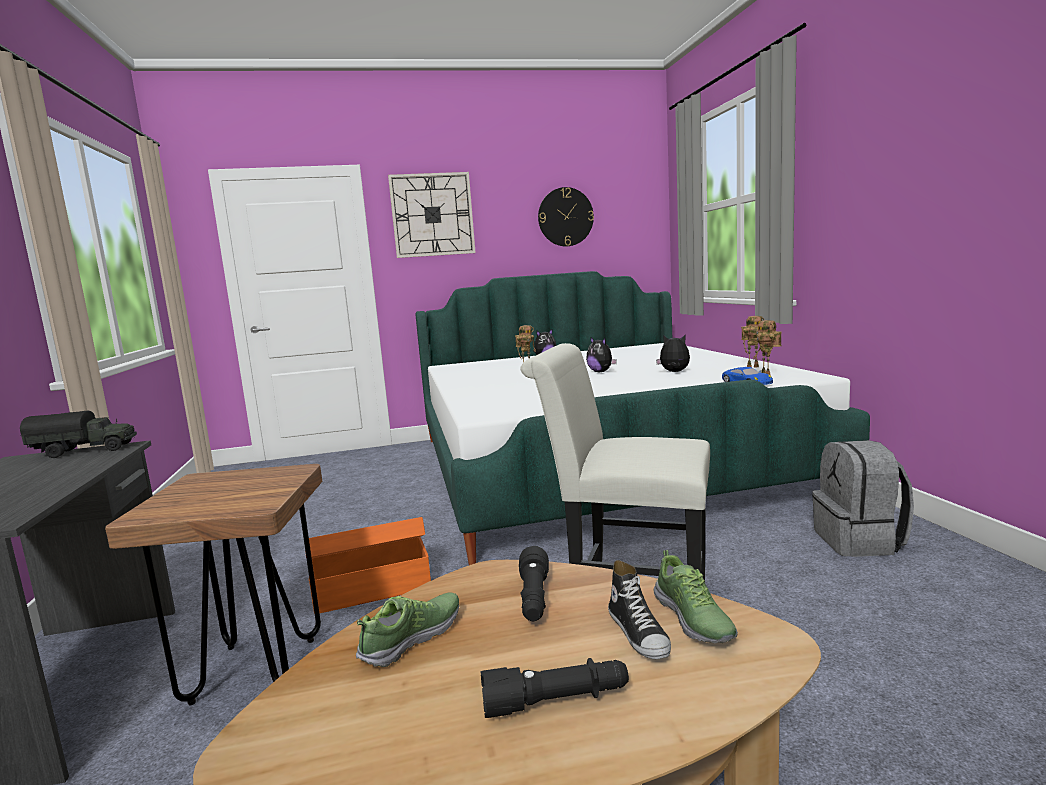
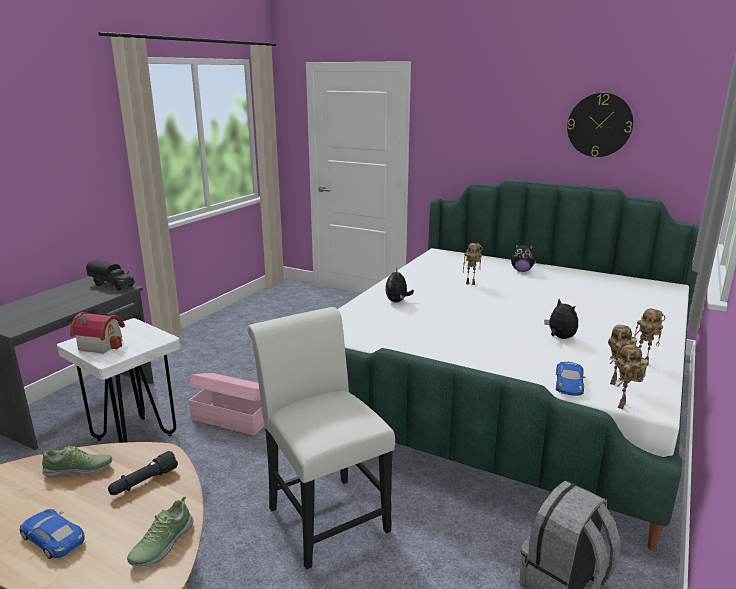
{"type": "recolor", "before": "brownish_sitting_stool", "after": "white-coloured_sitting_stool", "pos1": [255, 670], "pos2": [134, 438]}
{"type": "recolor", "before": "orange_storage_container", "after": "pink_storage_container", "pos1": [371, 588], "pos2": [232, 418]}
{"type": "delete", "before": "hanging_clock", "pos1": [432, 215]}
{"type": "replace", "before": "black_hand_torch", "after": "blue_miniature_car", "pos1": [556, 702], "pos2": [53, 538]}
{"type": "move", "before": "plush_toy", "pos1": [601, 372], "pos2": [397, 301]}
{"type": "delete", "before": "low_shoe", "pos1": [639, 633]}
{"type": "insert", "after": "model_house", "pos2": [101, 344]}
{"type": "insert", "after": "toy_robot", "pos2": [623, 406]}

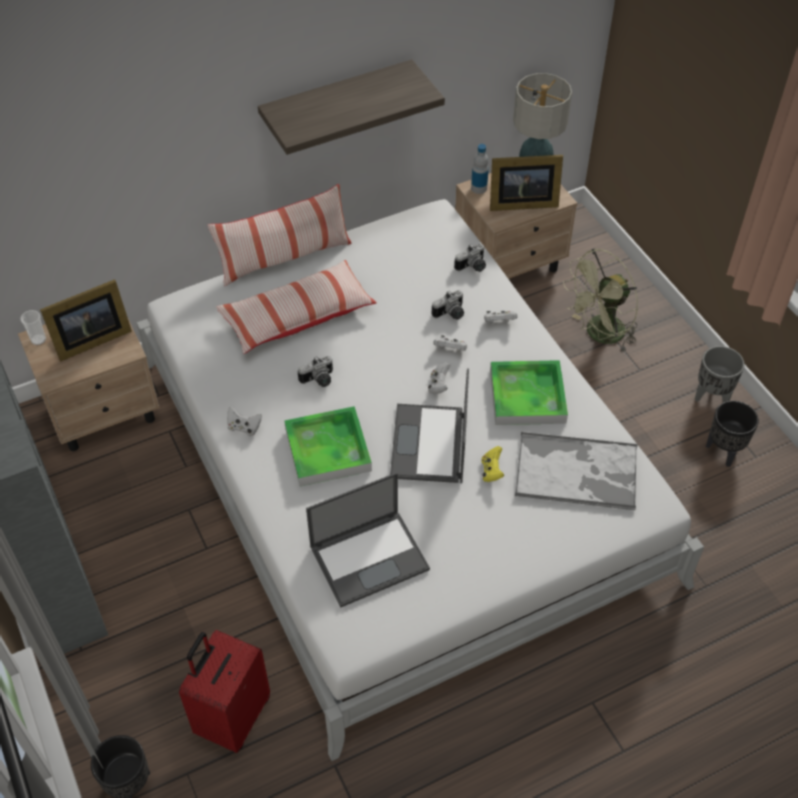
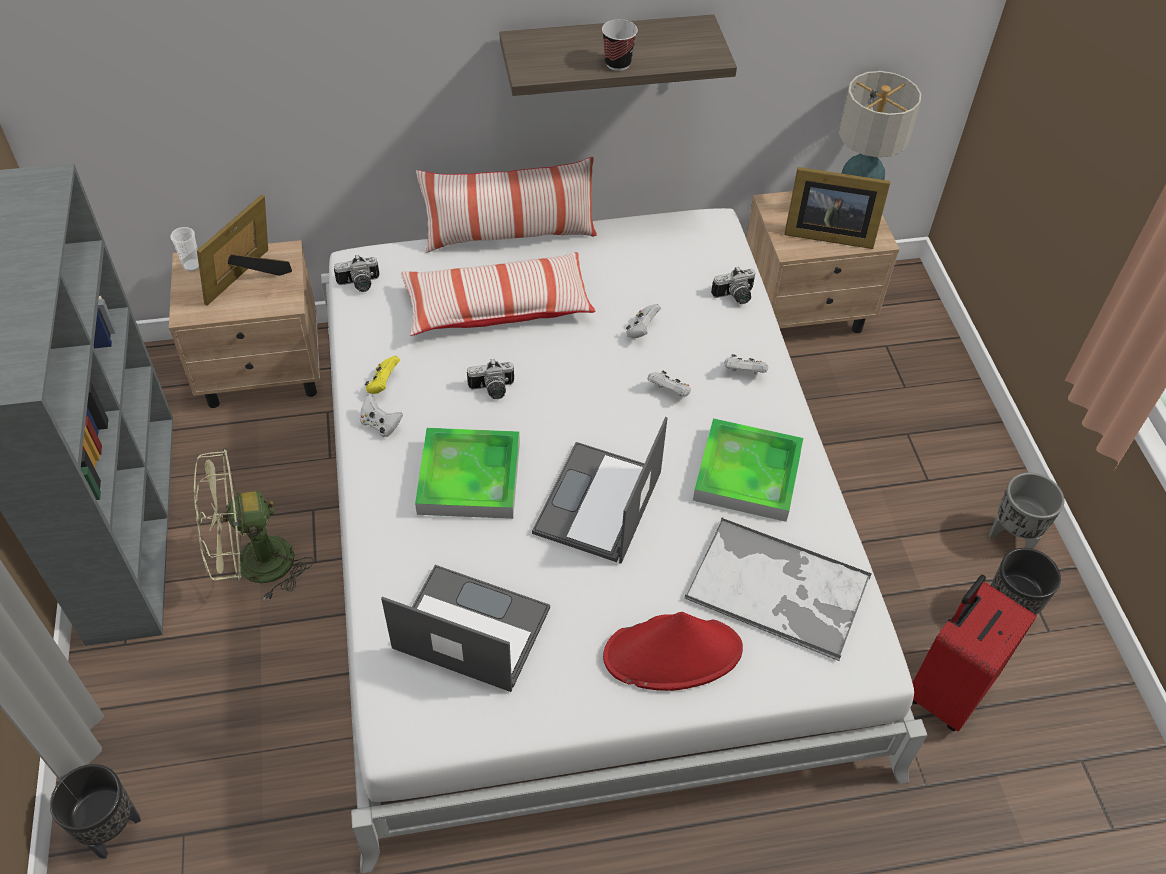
{"type": "rotate", "before": "photo_frame", "pos1": [89, 340], "pos2": [248, 279], "turn": 135}
{"type": "move", "before": "red-coloured_piece_of_luggage", "pos1": [232, 716], "pos2": [946, 690]}
{"type": "rotate", "before": "laptop", "pos1": [370, 557], "pos2": [469, 628], "turn": -150}
{"type": "move", "before": "white-coloured_joypad", "pos1": [438, 385], "pos2": [641, 330]}
{"type": "move", "before": "still_camera", "pos1": [450, 314], "pos2": [359, 284]}
{"type": "delete", "before": "drink_bottle", "pos1": [479, 188]}
{"type": "move", "before": "yellow_joypad", "pos1": [491, 471], "pos2": [383, 384]}
{"type": "move", "before": "greenish_electric_fan", "pos1": [599, 335], "pos2": [252, 566]}
{"type": "insert", "after": "small_cup", "pos2": [617, 63]}
{"type": "insert", "after": "red-coloured_wearable_hat", "pos2": [673, 653]}

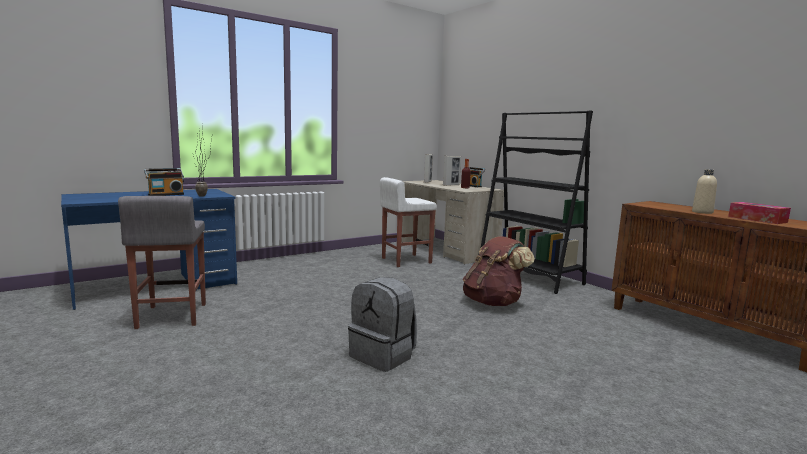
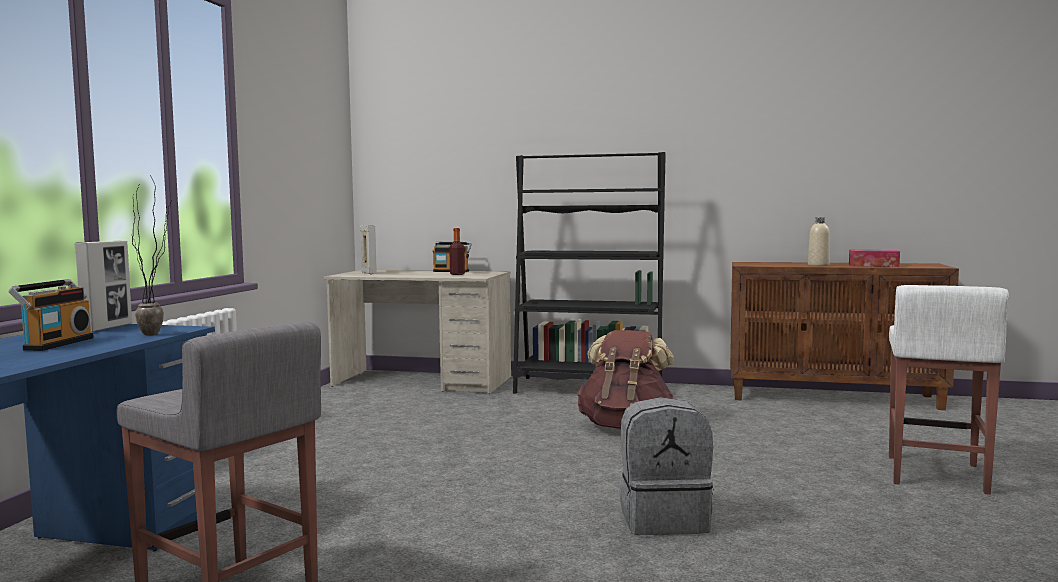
{"type": "move", "before": "white-coloured_sitting_stool", "pos1": [405, 260], "pos2": [935, 474]}
{"type": "move", "before": "photo_frame", "pos1": [451, 185], "pos2": [107, 328]}

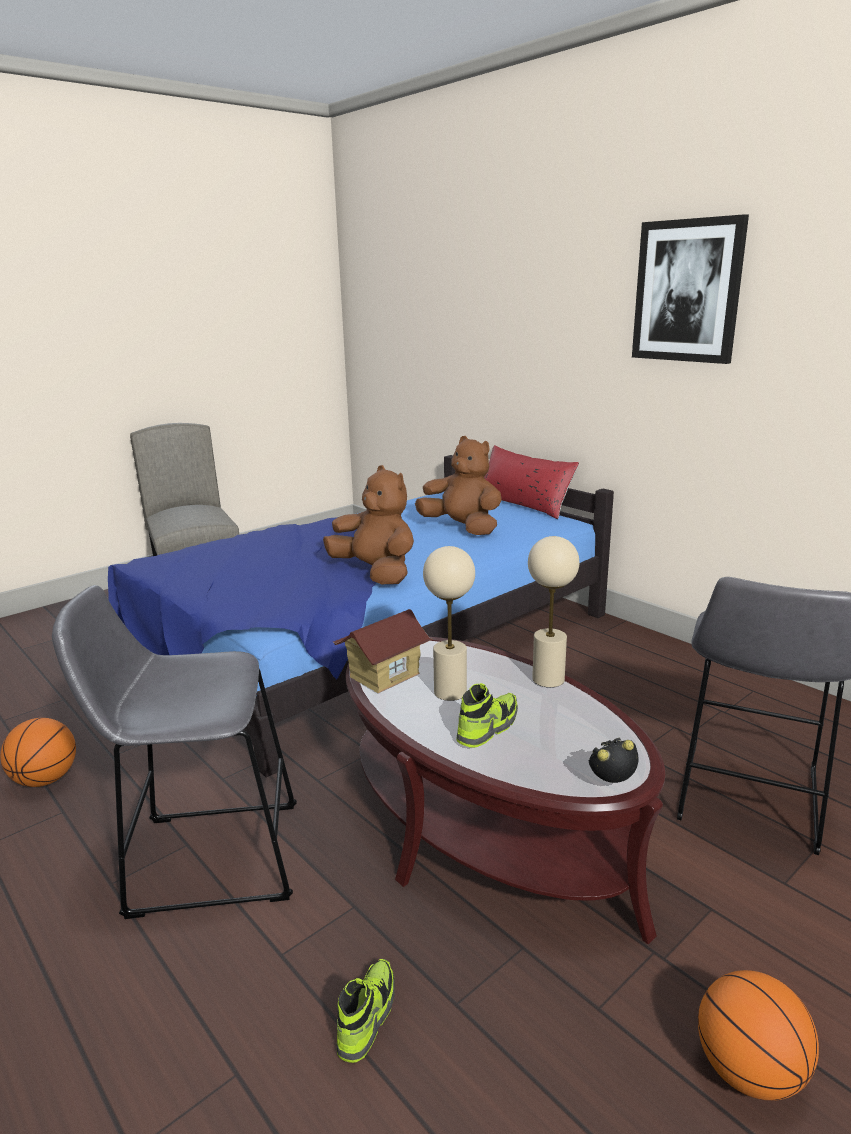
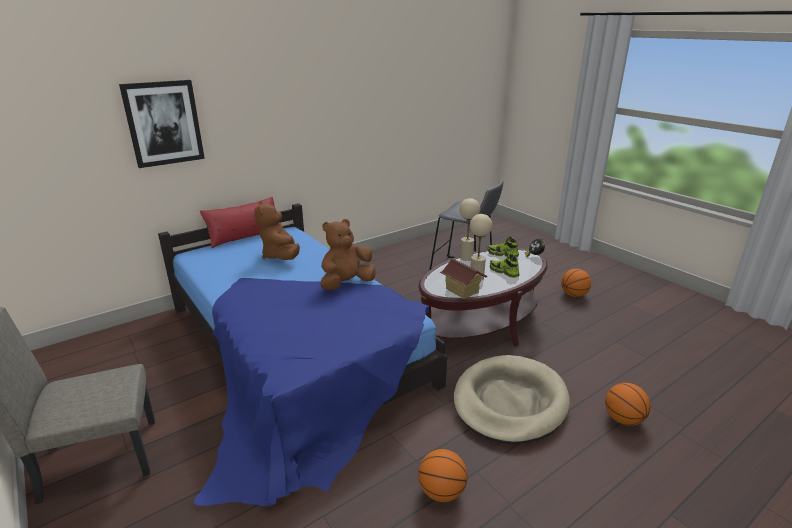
{"type": "replace", "before": "gray_sitting_stool", "after": "beige-coloured_dog_bed", "pos1": [205, 857], "pos2": [509, 402]}
{"type": "move", "before": "low_shoe", "pos1": [366, 1017], "pos2": [502, 254]}
{"type": "rotate", "before": "brownish_plush_toy", "pos1": [462, 528], "pos2": [280, 256], "turn": -60}
{"type": "move", "before": "wall_art", "pos1": [687, 291], "pos2": [164, 123]}
{"type": "insert", "after": "basketball_ball", "pos2": [623, 419]}

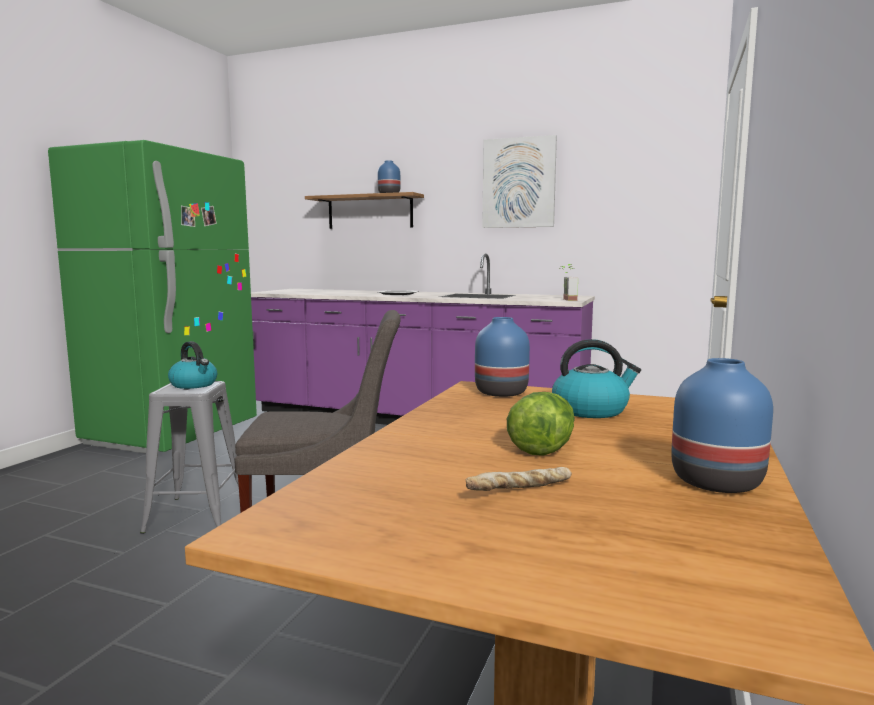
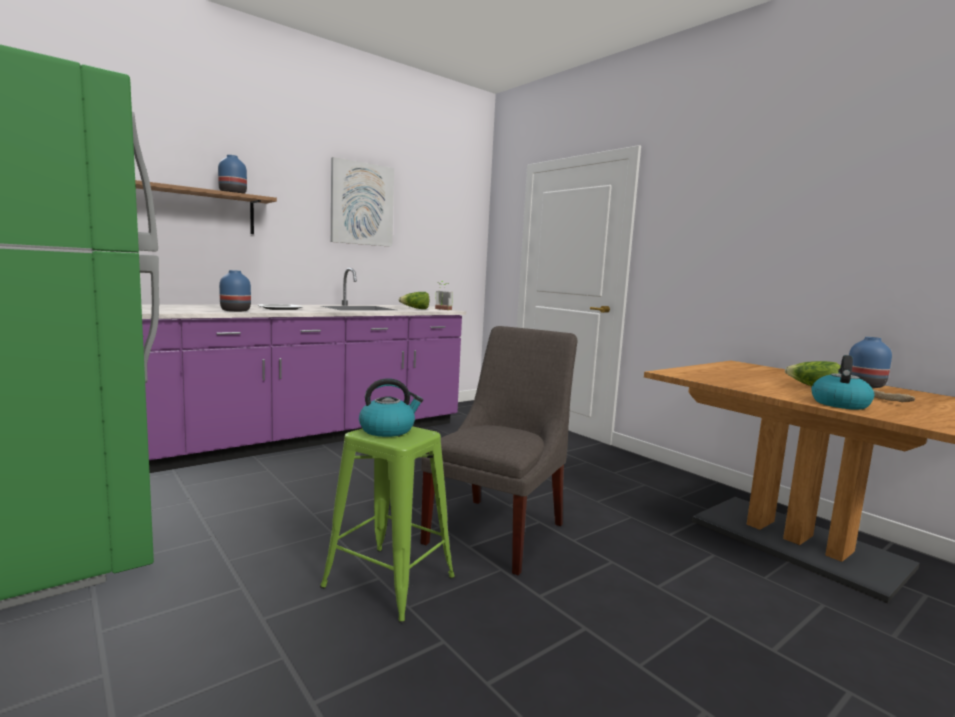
{"type": "recolor", "before": "gray_sitting_stool", "after": "greenish_sitting_stool", "pos1": [196, 515], "pos2": [390, 582]}
{"type": "move", "before": "blue_flower_vase", "pos1": [502, 392], "pos2": [236, 310]}
{"type": "move", "before": "tea_kettle", "pos1": [591, 410], "pos2": [839, 404]}
{"type": "insert", "after": "lettuce_head", "pos2": [415, 308]}

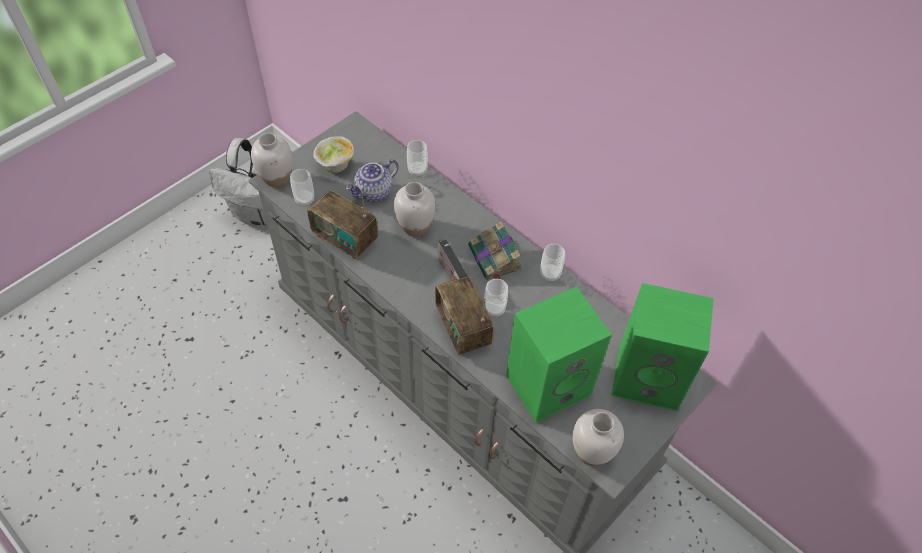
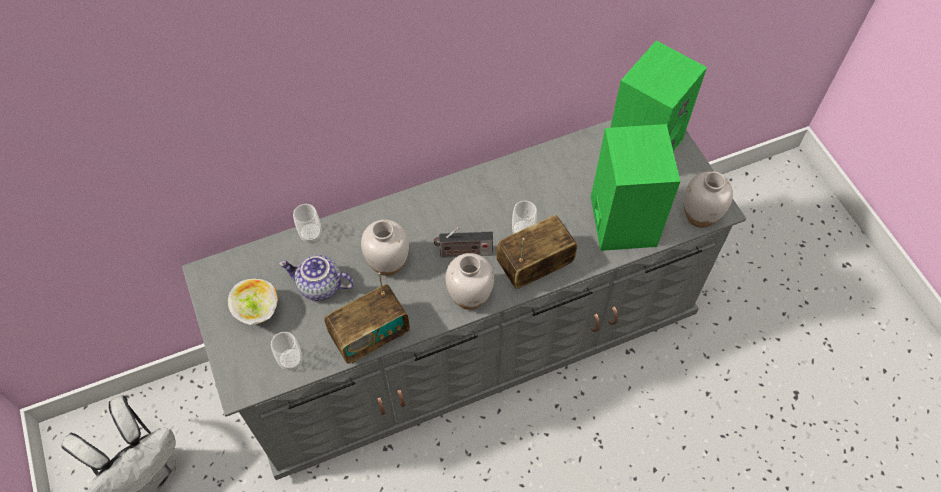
{"type": "move", "before": "white-coloured_flower_vase", "pos1": [277, 178], "pos2": [469, 296]}
{"type": "rotate", "before": "teapot", "pos1": [374, 193], "pos2": [319, 287], "turn": 120}
{"type": "rotate", "before": "radio_set", "pos1": [463, 329], "pos2": [534, 266], "turn": 150}
{"type": "delete", "before": "volume", "pos1": [495, 259]}
{"type": "delete", "before": "small_cup", "pos1": [550, 274]}

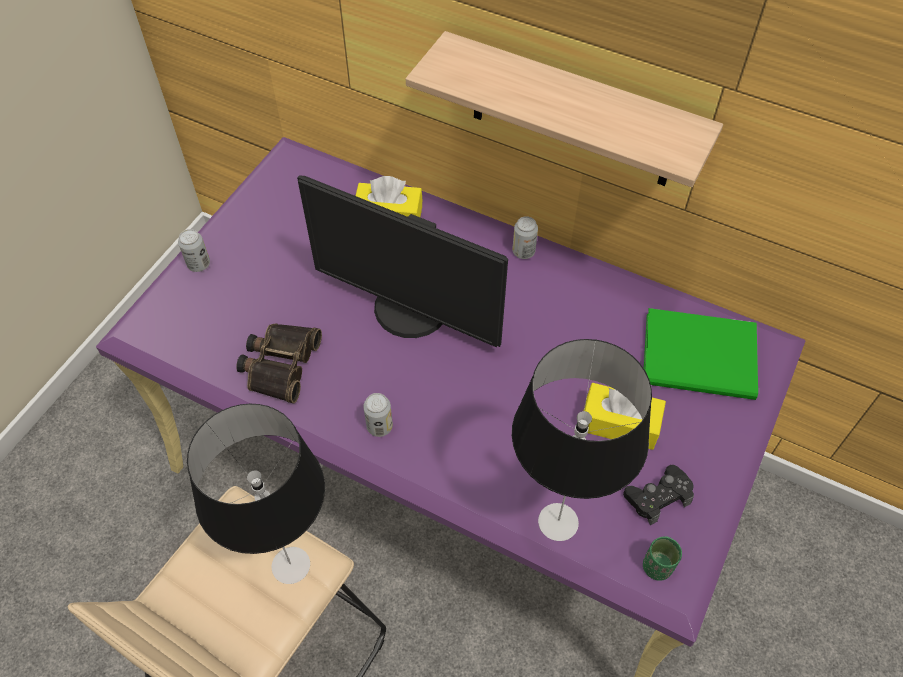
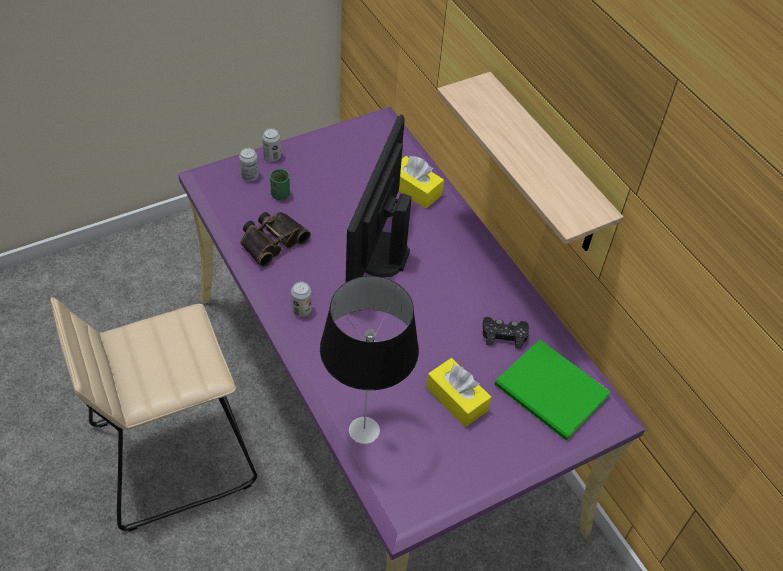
{"type": "delete", "before": "tabletop_lamp", "pos1": [291, 566]}
{"type": "rotate", "before": "computer_display", "pos1": [409, 310], "pos2": [378, 254], "turn": 45}
{"type": "move", "before": "can", "pos1": [523, 252], "pos2": [249, 176]}
{"type": "move", "before": "black_joypad", "pos1": [658, 497], "pos2": [504, 335]}
{"type": "move", "before": "greenish_small_cup", "pos1": [657, 567], "pos2": [280, 195]}

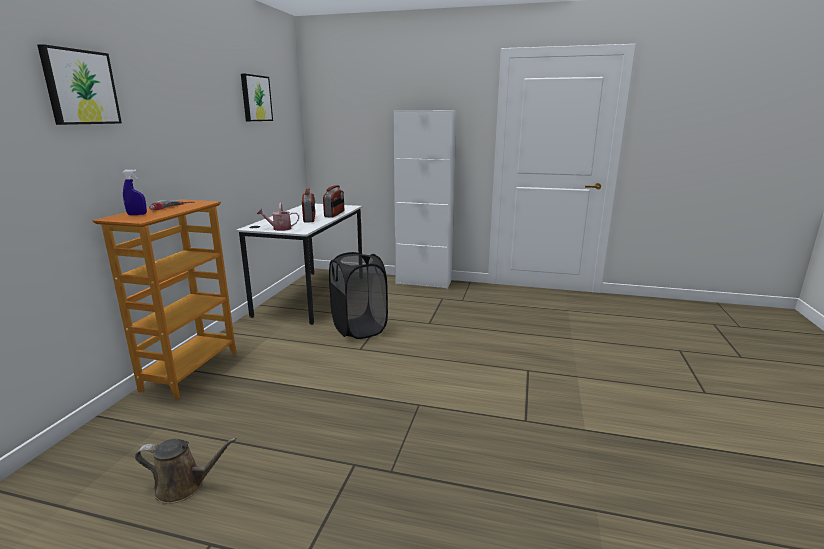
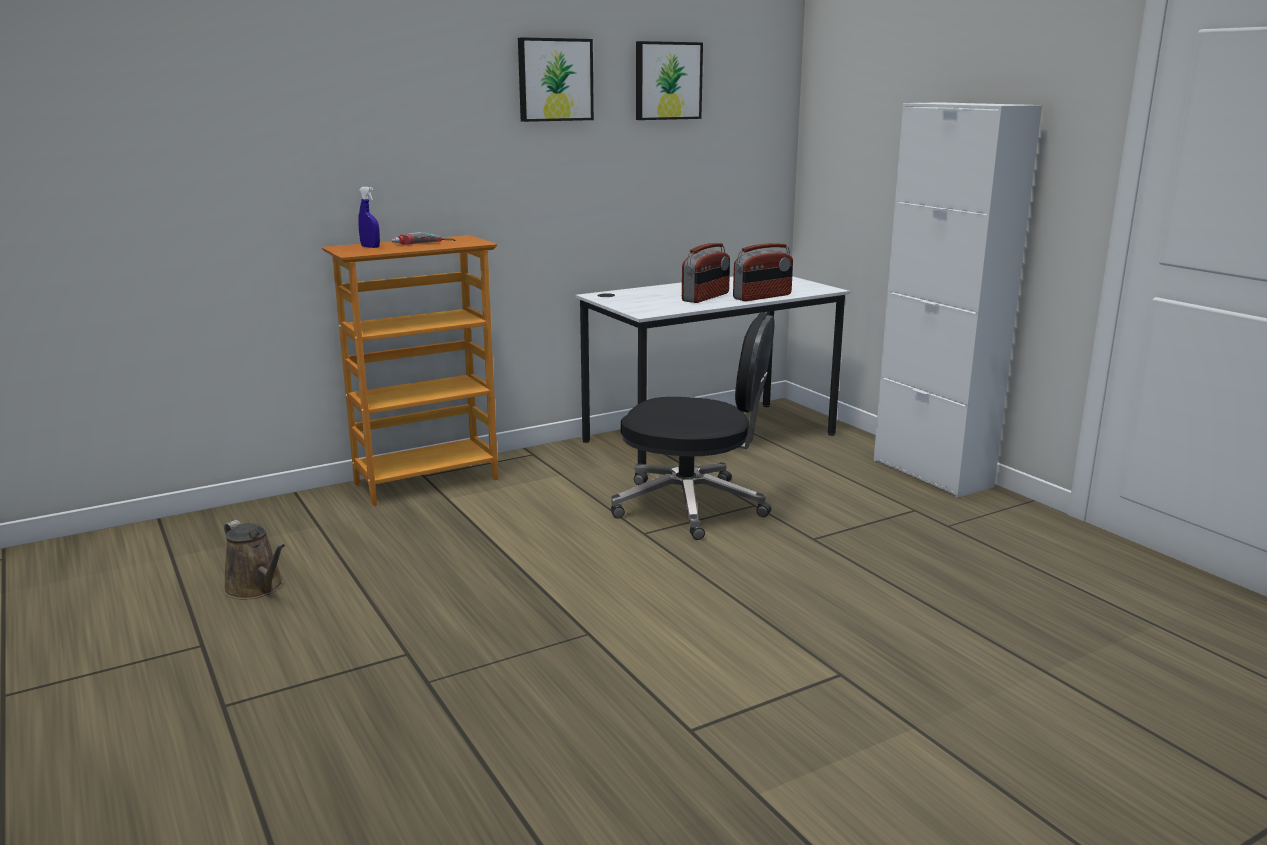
{"type": "move", "before": "wall_art", "pos1": [80, 87], "pos2": [554, 80]}
{"type": "delete", "before": "sprinkling_can", "pos1": [279, 228]}
{"type": "replace", "before": "black_hamper", "after": "black_office_chair", "pos1": [359, 328], "pos2": [692, 506]}

